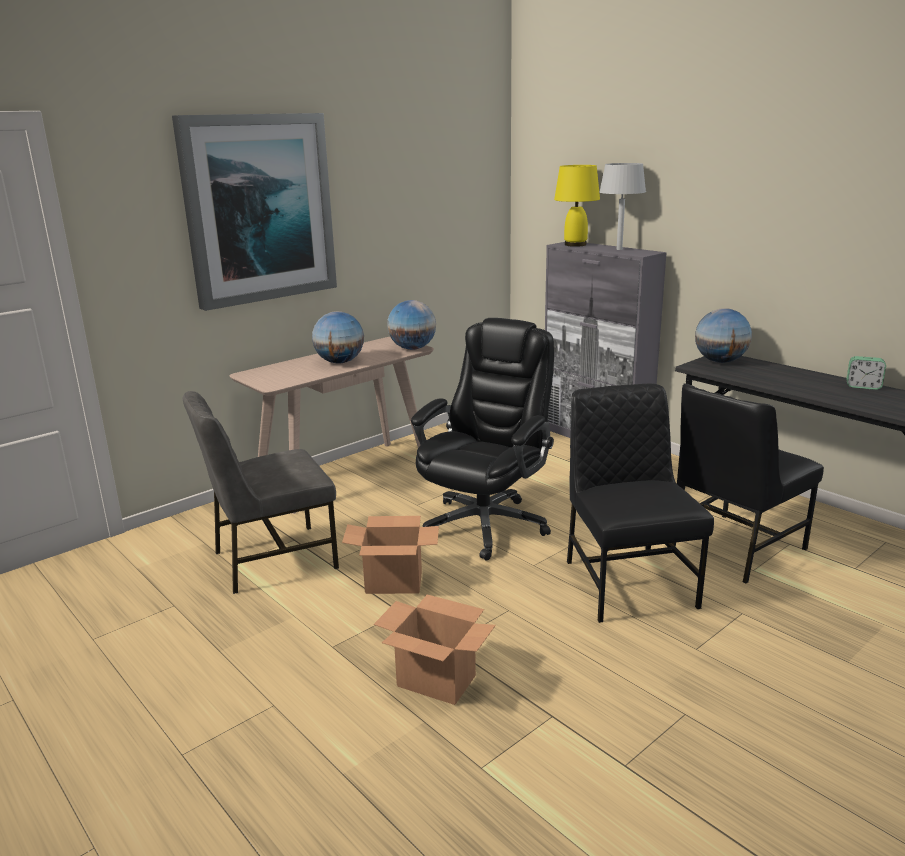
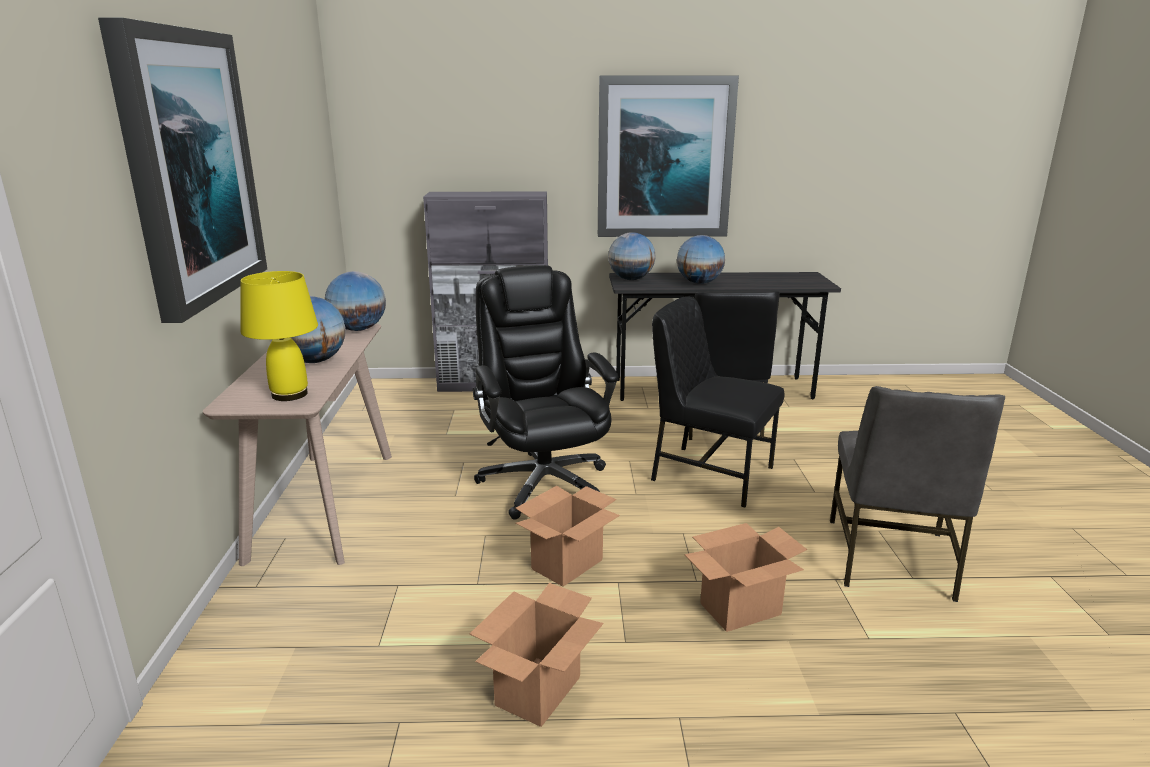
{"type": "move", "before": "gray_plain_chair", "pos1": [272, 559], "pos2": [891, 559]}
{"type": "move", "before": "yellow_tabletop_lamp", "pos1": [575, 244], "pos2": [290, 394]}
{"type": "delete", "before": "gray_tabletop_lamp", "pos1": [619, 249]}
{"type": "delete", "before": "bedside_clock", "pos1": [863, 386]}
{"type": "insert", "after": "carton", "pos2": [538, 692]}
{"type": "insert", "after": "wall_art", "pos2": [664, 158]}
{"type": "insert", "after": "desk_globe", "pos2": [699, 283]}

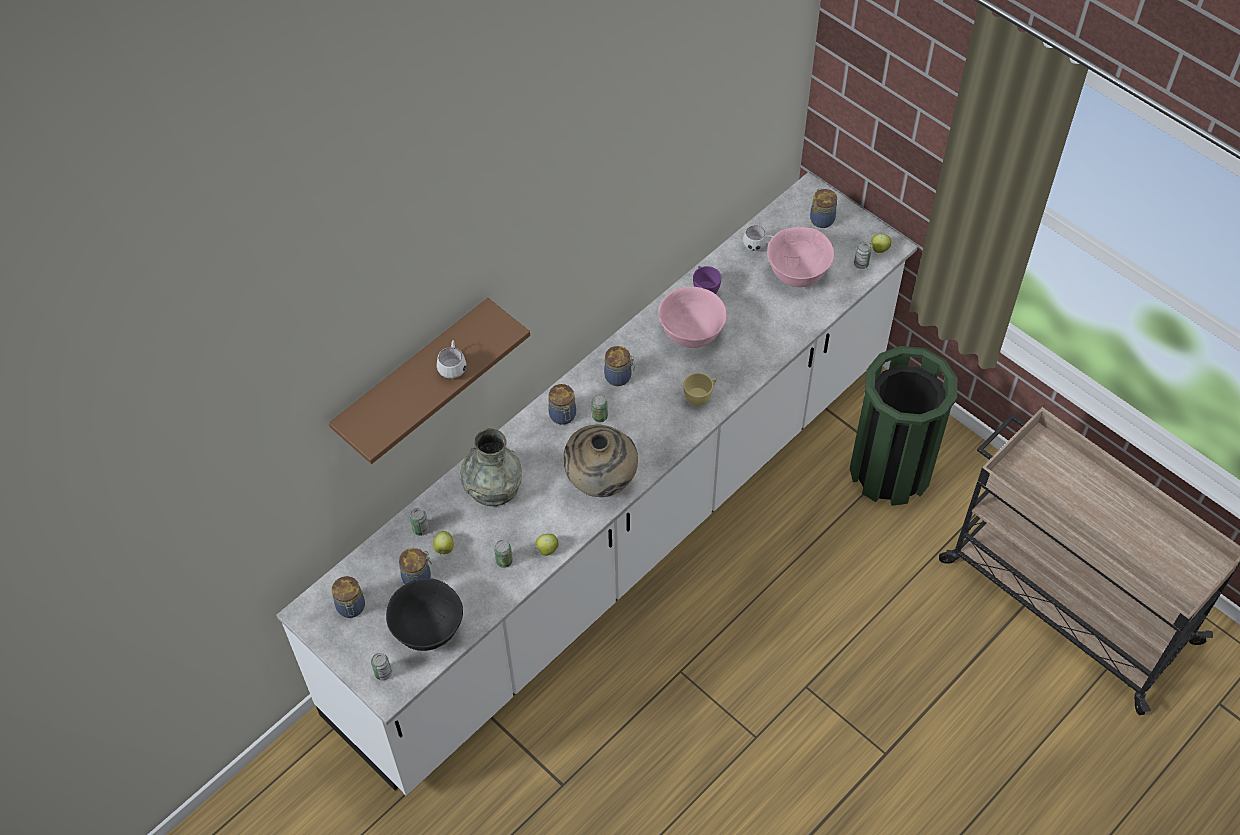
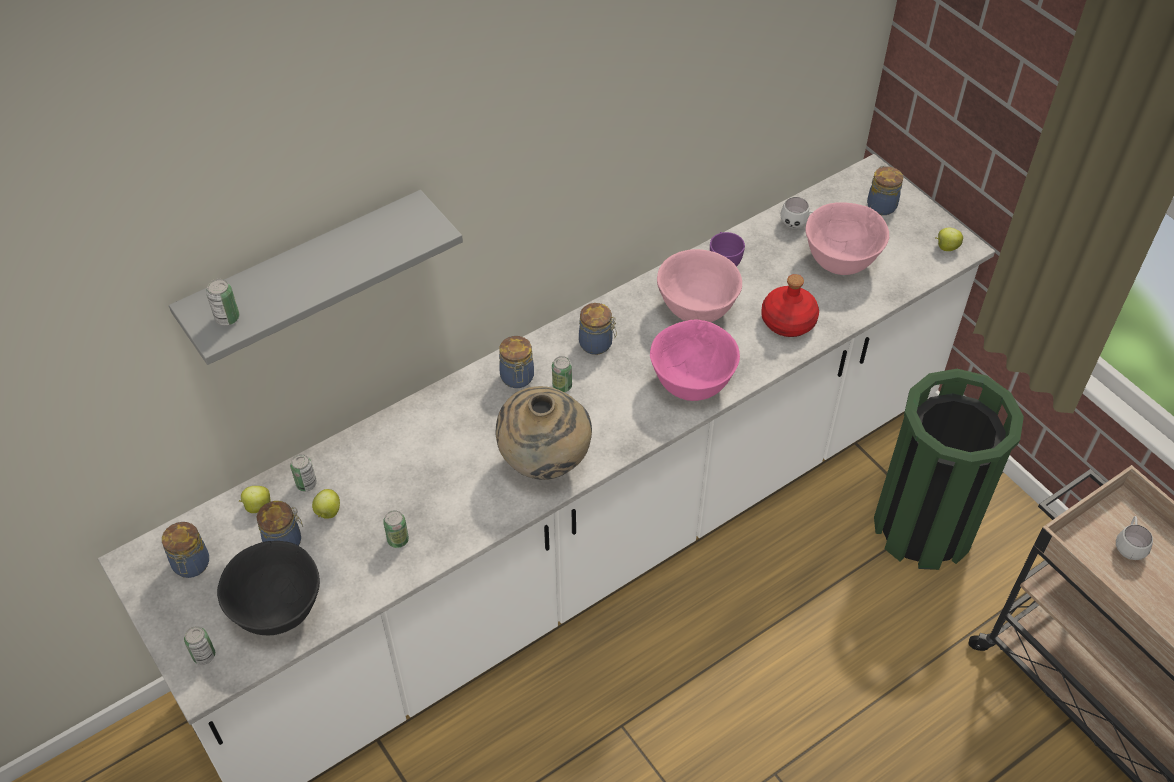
{"type": "recolor", "before": "brownish_shelf", "after": "gray_shelf", "pos1": [413, 378], "pos2": [306, 276]}
{"type": "move", "before": "white-coloured_tea_mug", "pos1": [453, 366], "pos2": [1129, 545]}
{"type": "delete", "before": "gray_flower_vase", "pos1": [493, 485]}
{"type": "move", "before": "apple_fruit", "pos1": [546, 549], "pos2": [257, 506]}
{"type": "replace", "before": "yellow_small_cup", "after": "pink_serving_bowl", "pos1": [700, 397], "pos2": [692, 382]}
{"type": "move", "before": "can", "pos1": [861, 264], "pos2": [227, 318]}
{"type": "insert", "after": "red-coloured_drink_bottle", "pos2": [788, 321]}

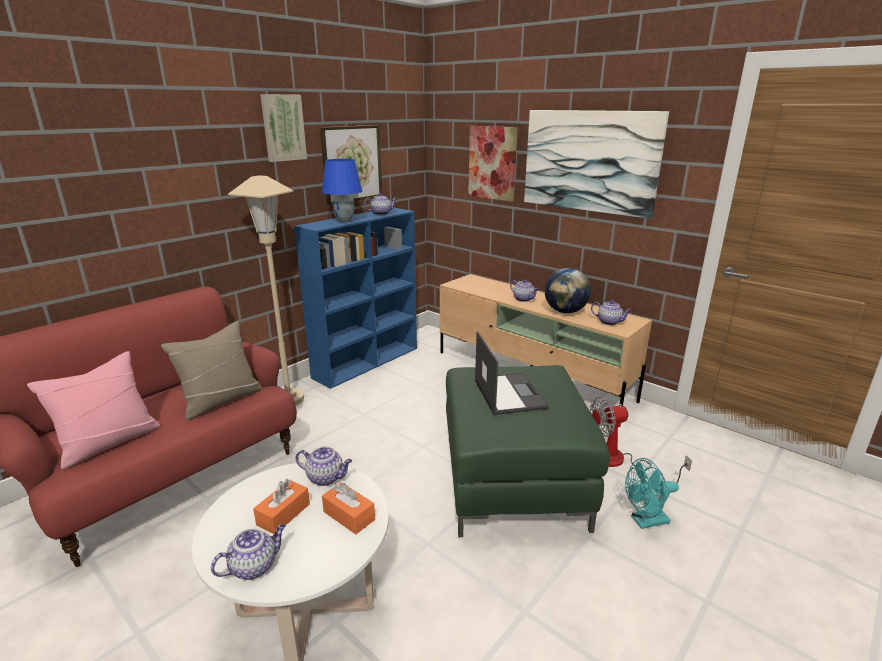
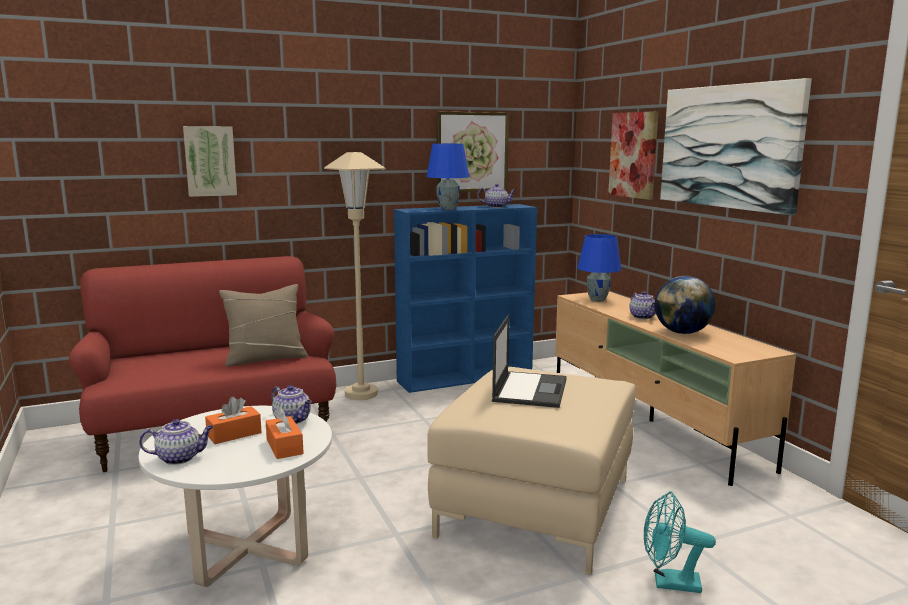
{"type": "delete", "before": "pink_cushion", "pos1": [109, 442]}
{"type": "move", "before": "wall_art", "pos1": [283, 128], "pos2": [210, 161]}
{"type": "recolor", "before": "greenish_footrest", "after": "beige-coloured_footrest", "pos1": [511, 480], "pos2": [535, 507]}
{"type": "delete", "before": "electric_fan", "pos1": [619, 462]}
{"type": "delete", "before": "teapot", "pos1": [609, 322]}
{"type": "insert", "after": "blue_tabletop_lamp", "pos2": [597, 300]}

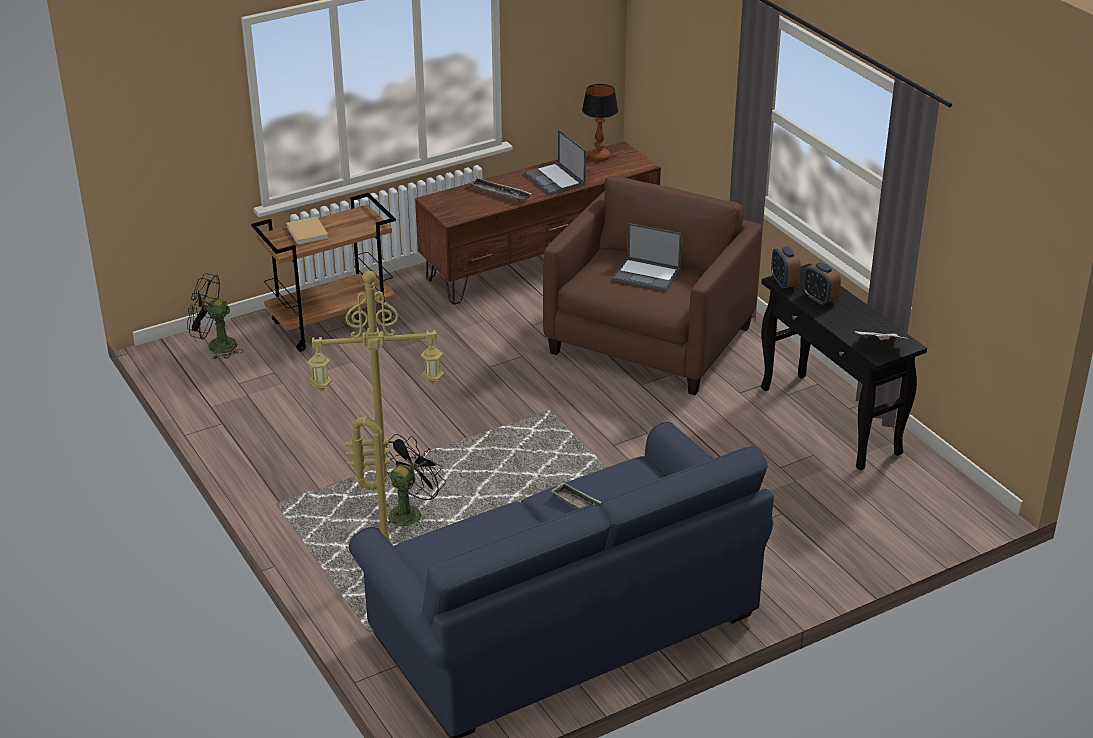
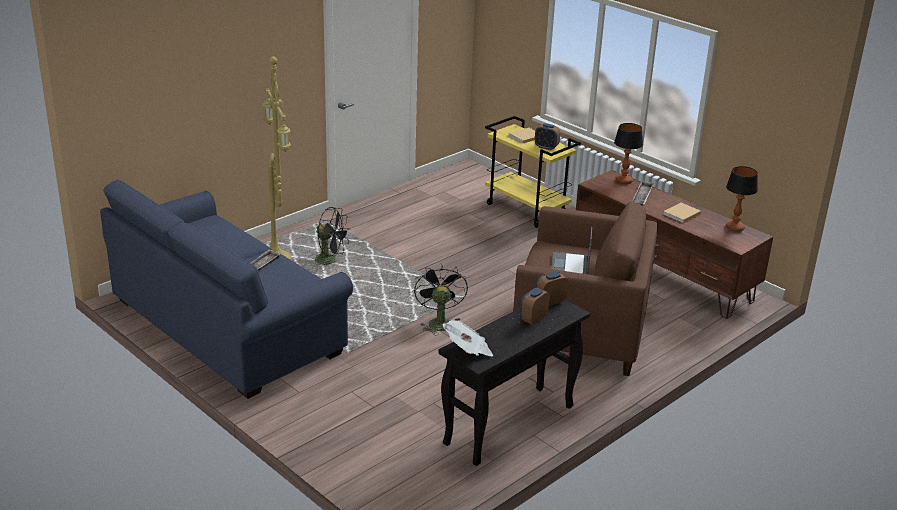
{"type": "move", "before": "black_electric_fan", "pos1": [215, 346], "pos2": [438, 322]}
{"type": "recolor", "before": "brownish_cart", "after": "yellow_cart", "pos1": [333, 323], "pos2": [527, 209]}
{"type": "replace", "before": "laptop", "after": "beige-coloured_volume", "pos1": [555, 179], "pos2": [681, 214]}
{"type": "insert", "after": "bedside_clock", "pos2": [546, 147]}
{"type": "insert", "after": "tabletop_lamp", "pos2": [624, 181]}

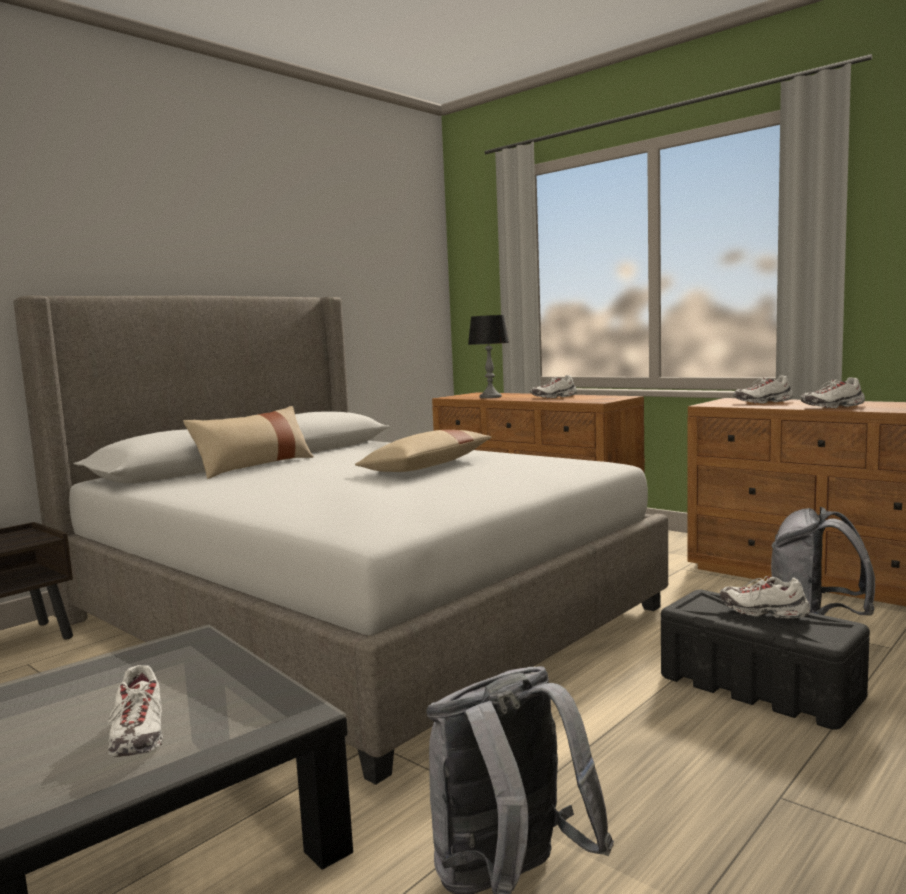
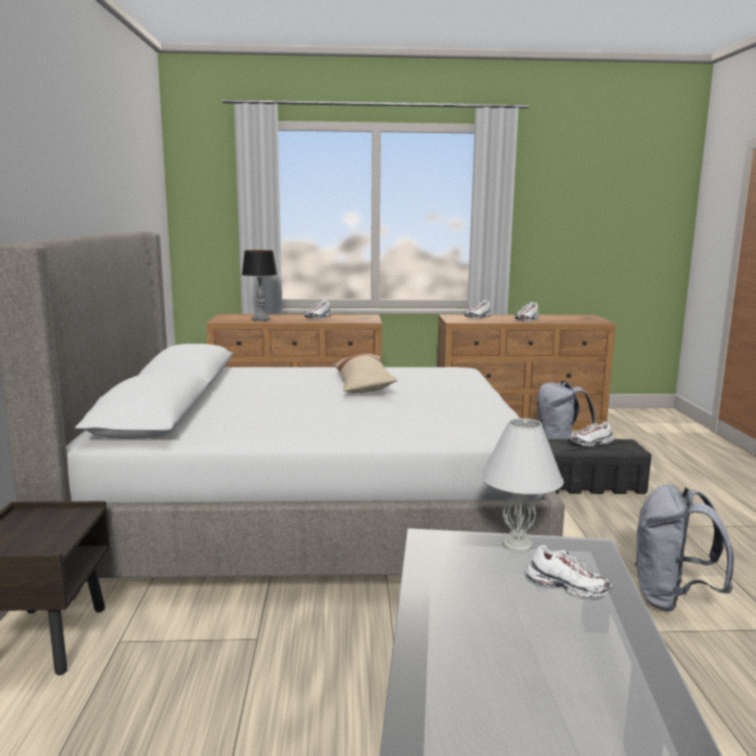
{"type": "delete", "before": "beige-coloured_cushion", "pos1": [255, 466]}
{"type": "insert", "after": "white-coloured_tabletop_lamp", "pos2": [517, 544]}

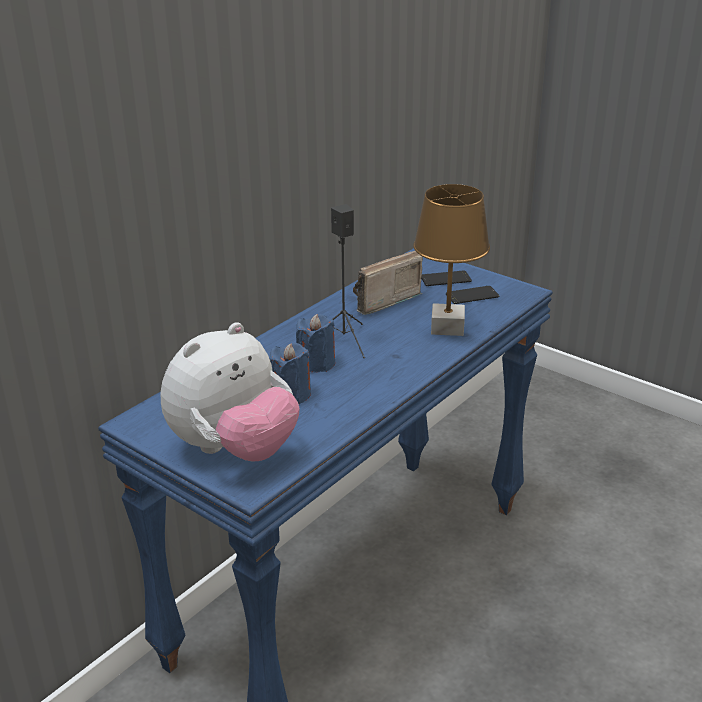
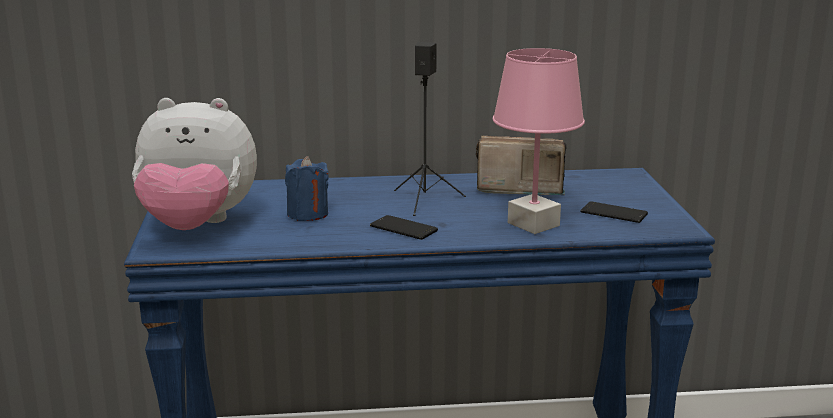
{"type": "delete", "before": "blue_wax_candle", "pos1": [316, 363]}
{"type": "recolor", "before": "brownish_tabletop_lamp", "after": "pink_tabletop_lamp", "pos1": [448, 327], "pos2": [534, 224]}
{"type": "move", "before": "phone", "pos1": [445, 279], "pos2": [403, 228]}

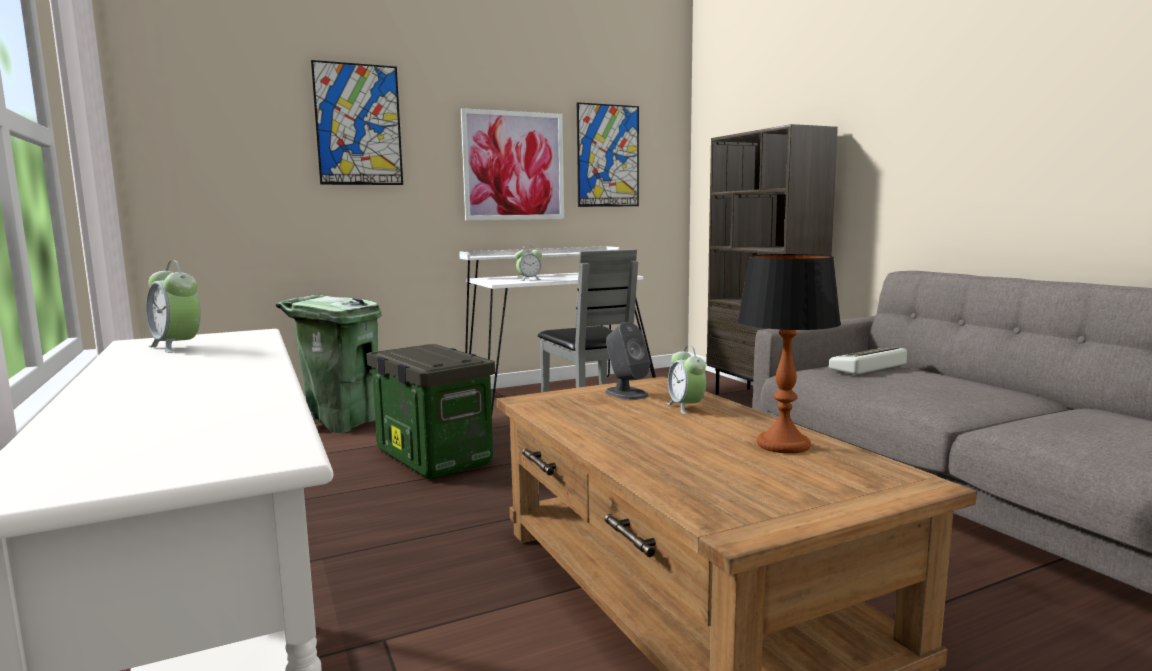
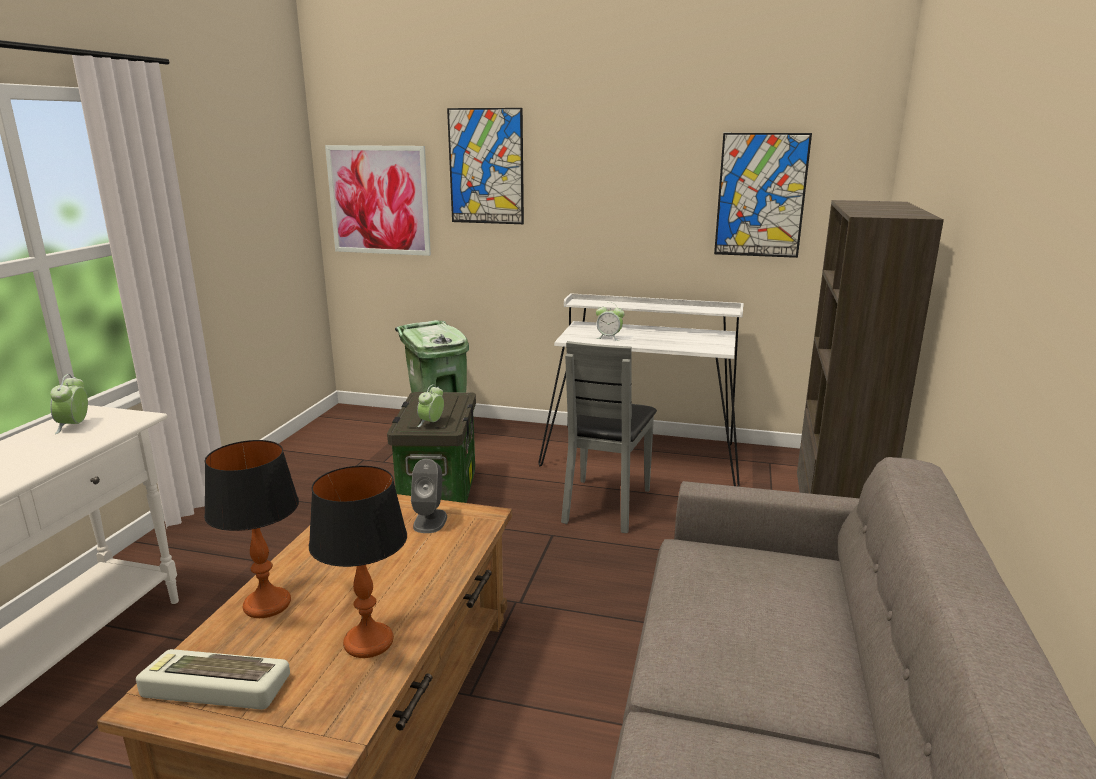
{"type": "move", "before": "wall_art", "pos1": [514, 166], "pos2": [379, 200]}
{"type": "move", "before": "bedside_clock", "pos1": [686, 407], "pos2": [431, 423]}
{"type": "move", "before": "PC_keyboard", "pos1": [869, 367], "pos2": [213, 688]}
{"type": "insert", "after": "tabletop_lamp", "pos2": [266, 604]}

